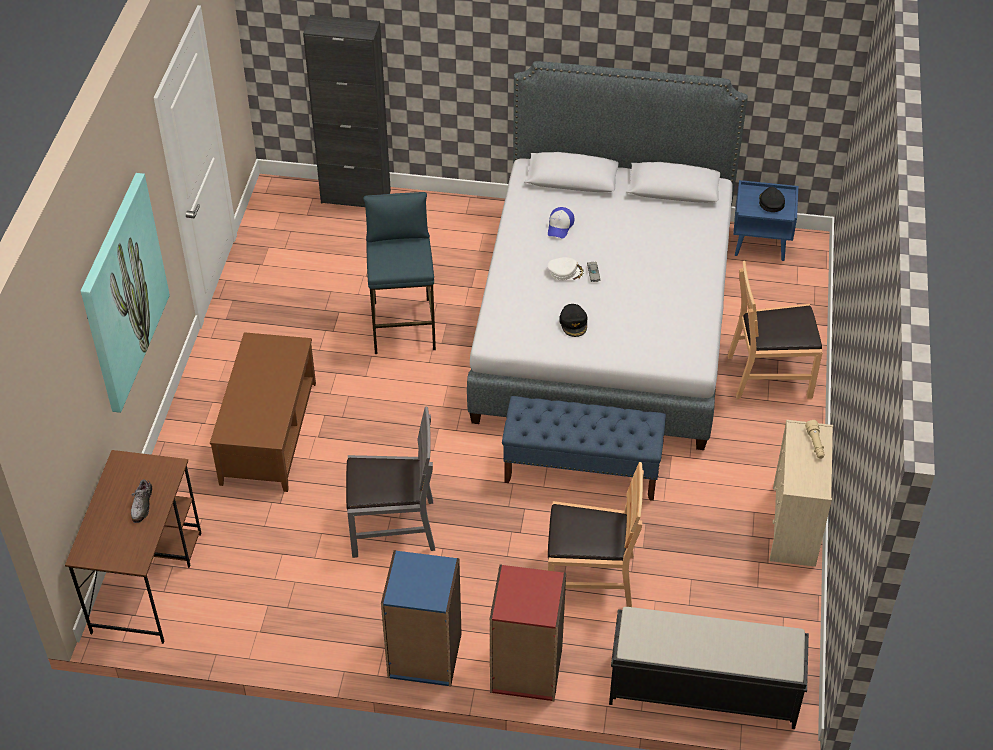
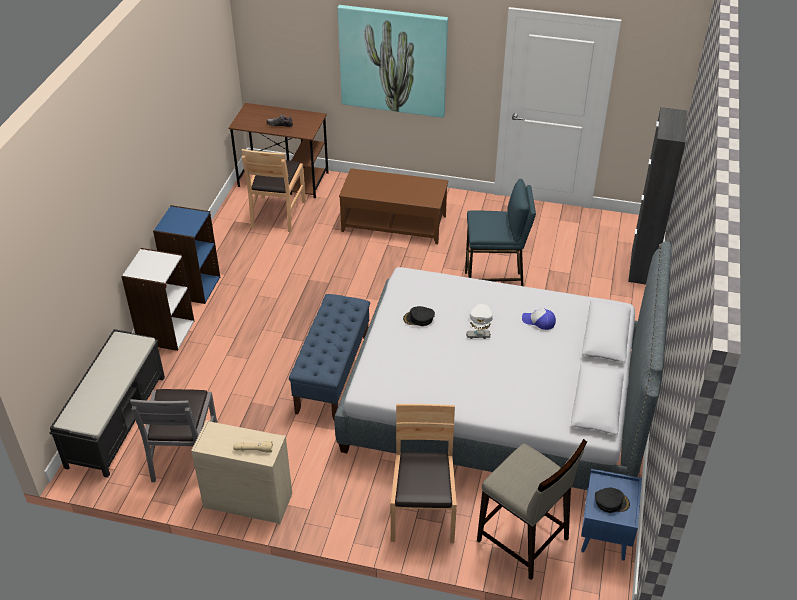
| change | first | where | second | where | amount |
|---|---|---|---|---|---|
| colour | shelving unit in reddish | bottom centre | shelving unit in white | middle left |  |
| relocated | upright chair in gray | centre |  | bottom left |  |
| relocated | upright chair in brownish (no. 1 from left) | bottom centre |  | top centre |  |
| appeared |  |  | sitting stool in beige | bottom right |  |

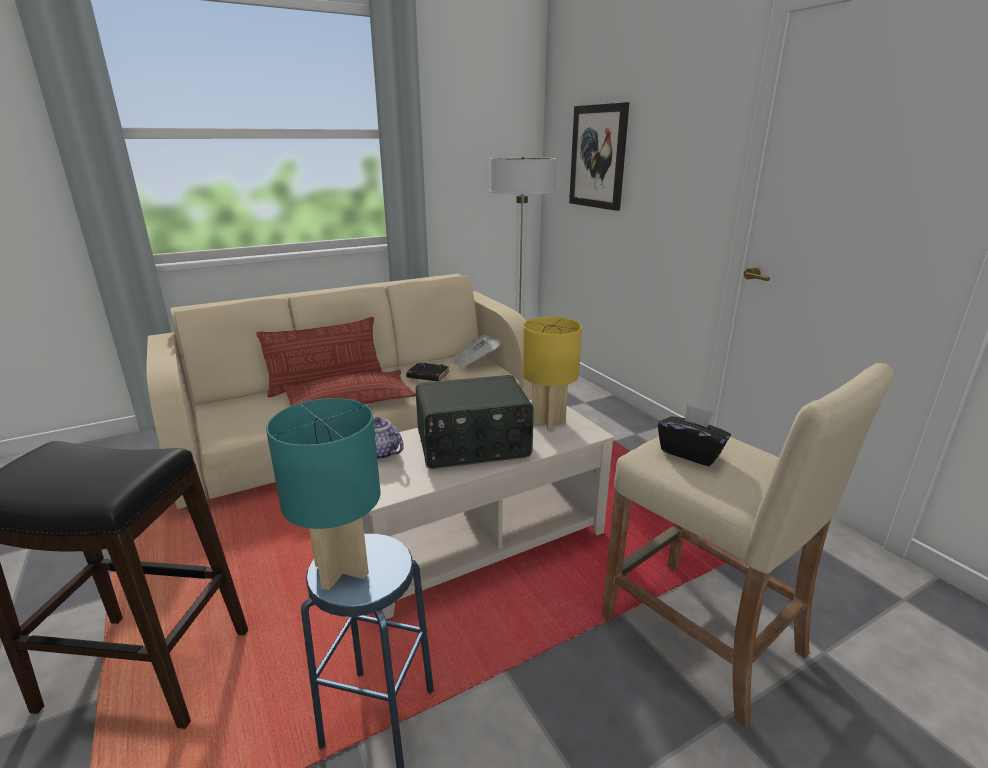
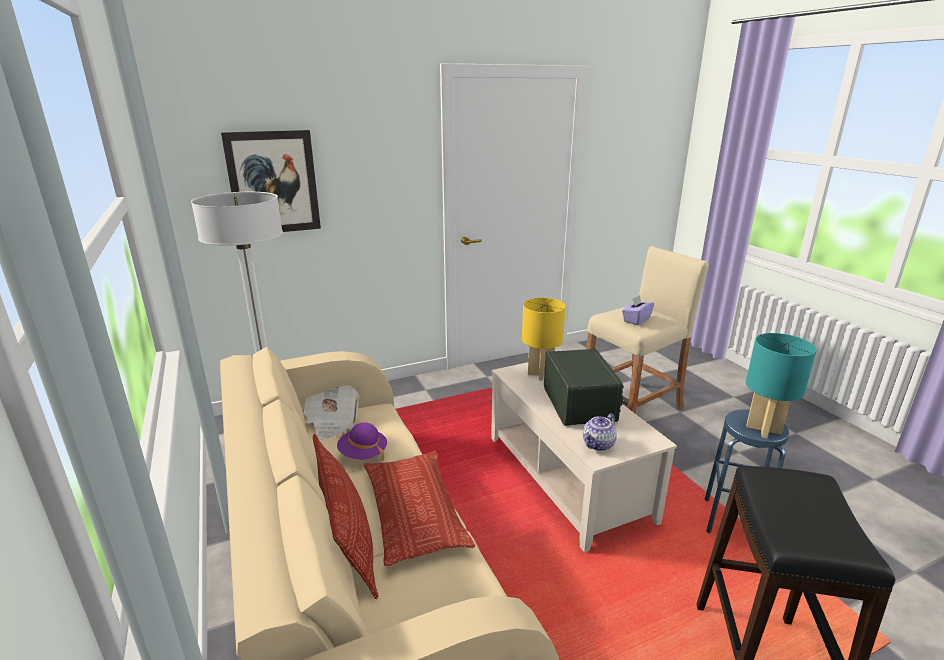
| change | first | where | second | where | amount |
|---|---|---|---|---|---|
| exchanged | volume in blackish | centre | hat in purple | bottom centre |  |
| colour | tissue holder in blackish | middle right | tissue holder in purple | middle right |  |

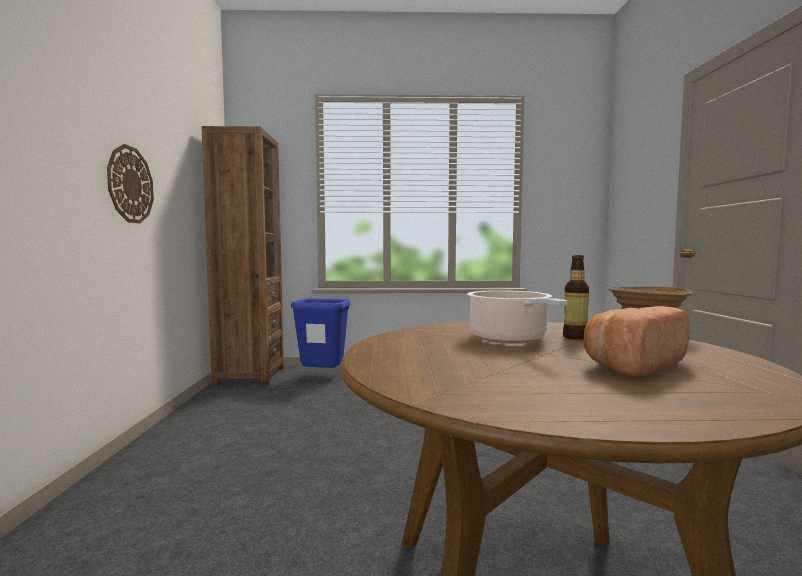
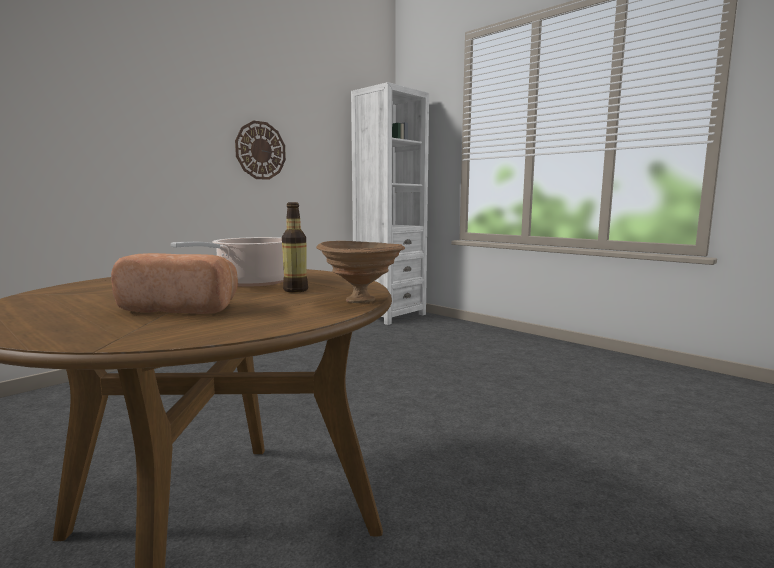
| change | first | where | second | where | amount |
|---|---|---|---|---|---|
| colour | shelving unit in brownish | middle left | shelving unit in white | centre |  |
| missing | trash can in blue-coloured | centre |  |  |  |

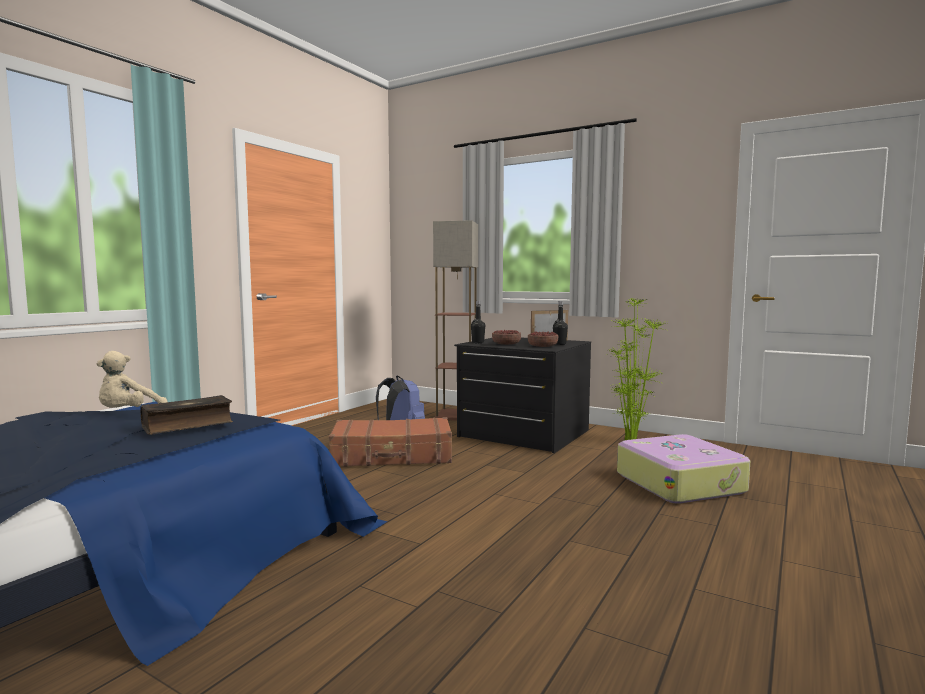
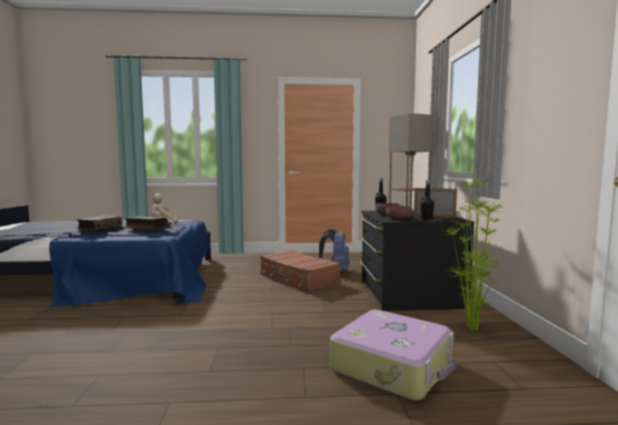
| change | first | where | second | where | amount |
|---|---|---|---|---|---|
| appeared |  |  | volume (no. 1 from left) | middle left |  |

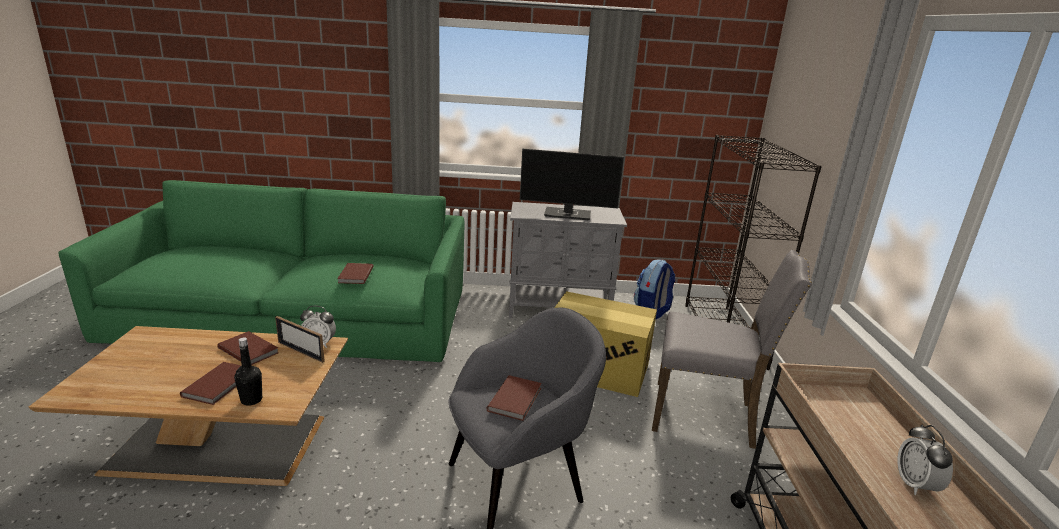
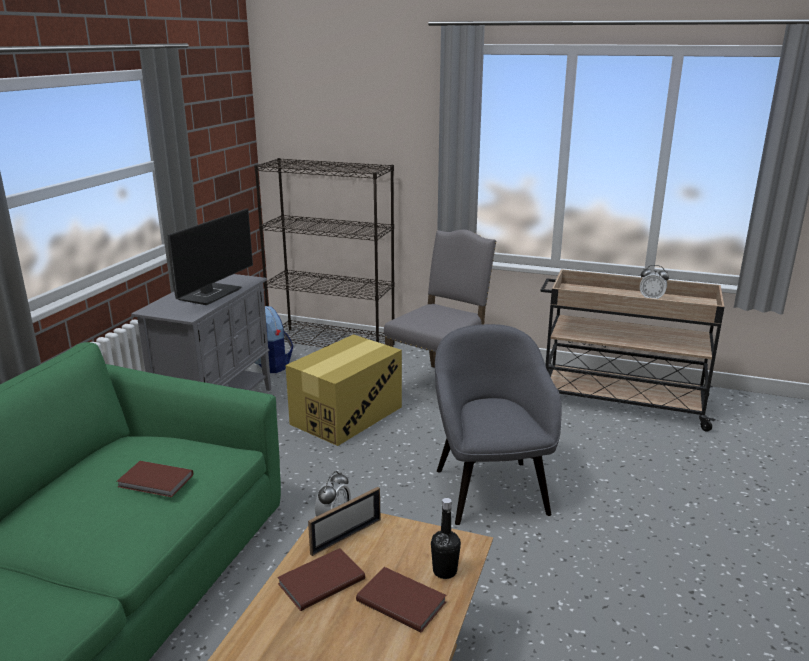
| change | first | where | second | where | amount |
|---|---|---|---|---|---|
| missing | volume in brownish (no. 4 from left) | bottom centre |  |  |  |

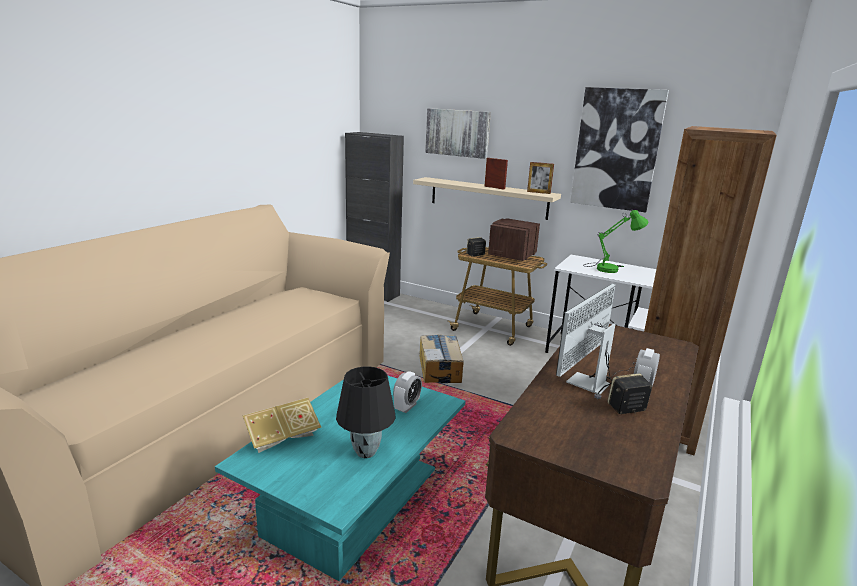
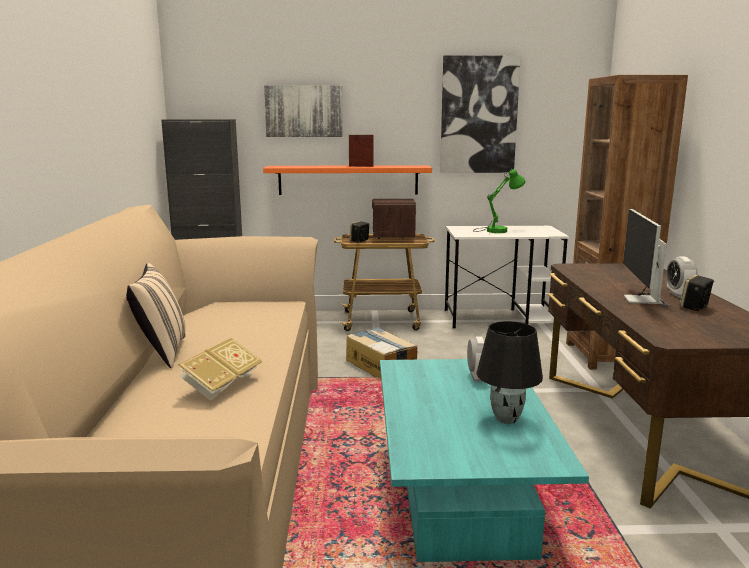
| change | first | where | second | where | amount |
|---|---|---|---|---|---|
| appeared |  |  | throw pillow in beige | middle left |  |
| relocated | volume | bottom left |  | middle left |  |
| colour | bracket shelf in beige | centre | bracket shelf in orange-coloured | top centre |  |
| missing | picture frame (no. 2 from left) | top centre |  |  |  |

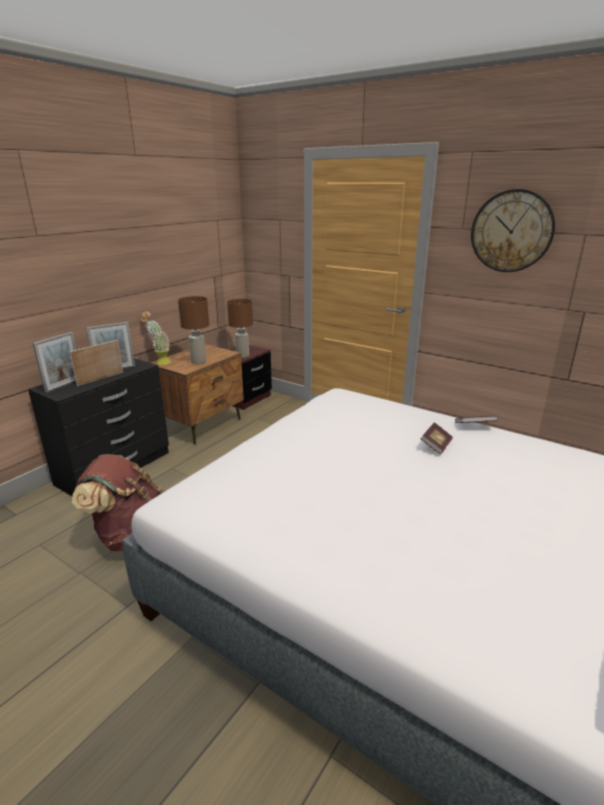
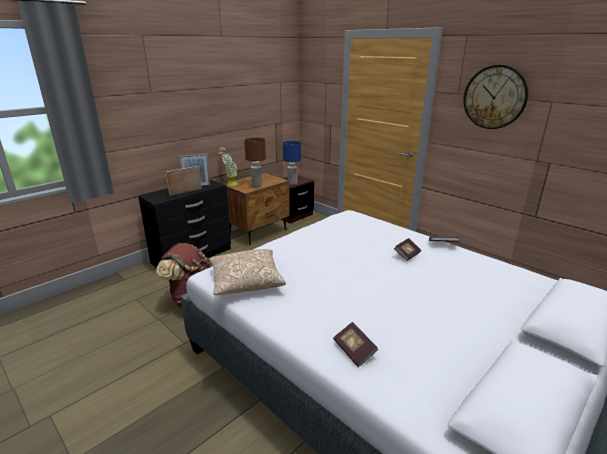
| change | first | where | second | where | amount |
|---|---|---|---|---|---|
| appeared |  |  | throw pillow | centre |  |
| colour | lamp for a table in brownish (no. 2 from left) | centre | lamp for a table in blue-coloured | centre |  |
| appeared |  |  | volume (no. 1 from left) | bottom centre |  |
| missing | picture frame (no. 1 from left) | middle left |  |  |  |

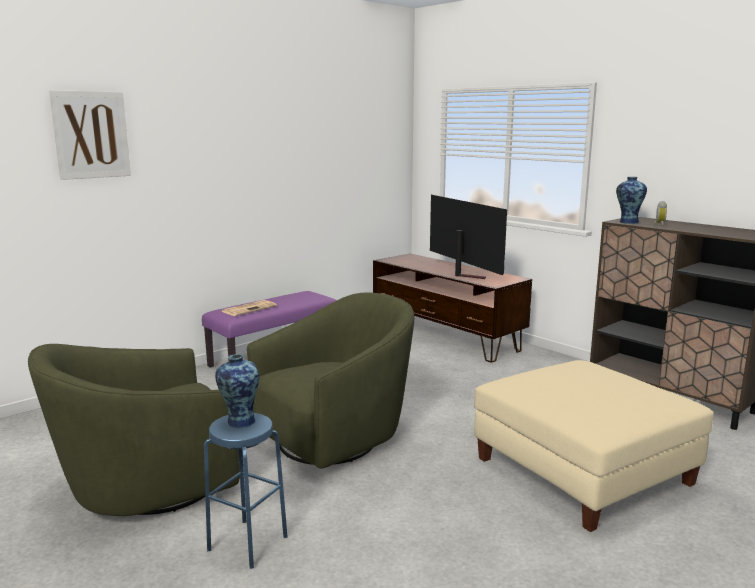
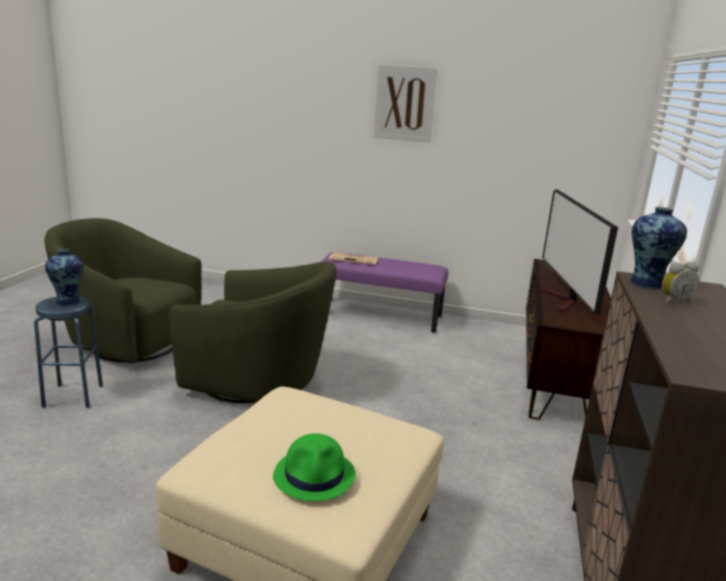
| change | first | where | second | where | amount |
|---|---|---|---|---|---|
| appeared |  |  | hat in green | bottom centre |  |
| relocated | picture | top left |  | top centre |  |
| spun | TV | centre |  | middle right | 150 degrees clockwise |

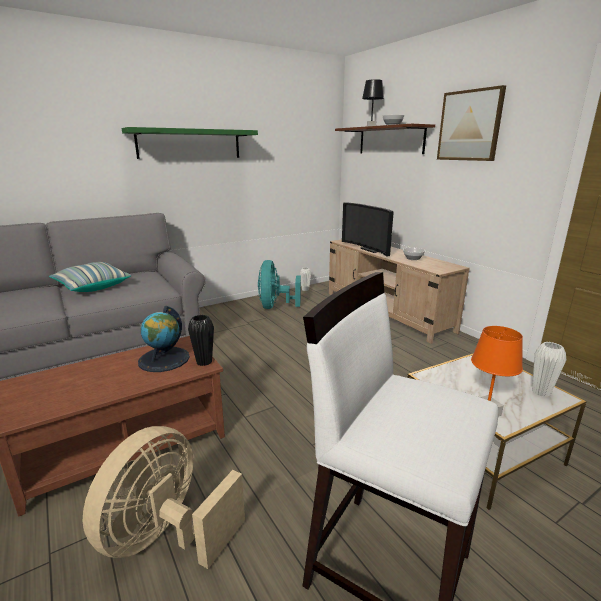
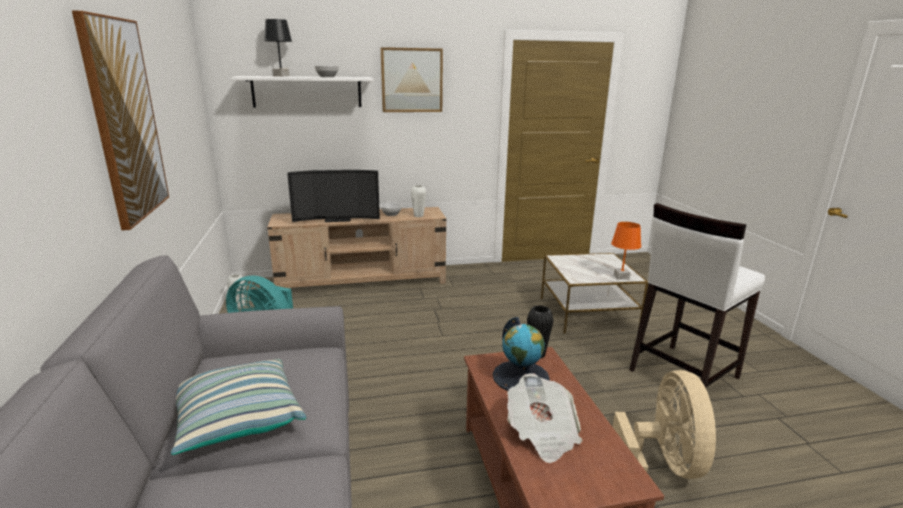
| change | first | where | second | where | amount |
|---|---|---|---|---|---|
| exchanged | bracket shelf in green | top left | picture (no. 1 from left) | top left |  |
| colour | bracket shelf in brownish | top centre | bracket shelf in white | top centre |  |
| relocated | decorative vase in white (no. 2 from left) | middle right |  | centre |  |
| appeared |  |  | daily paper | bottom centre |  |
| spun | fan in beige | bottom left |  | bottom right | 135 degrees counterclockwise |

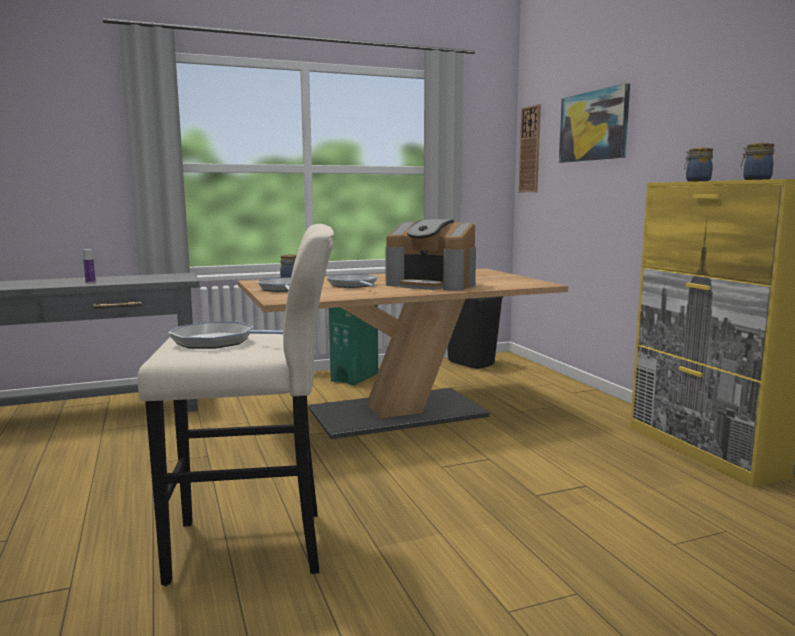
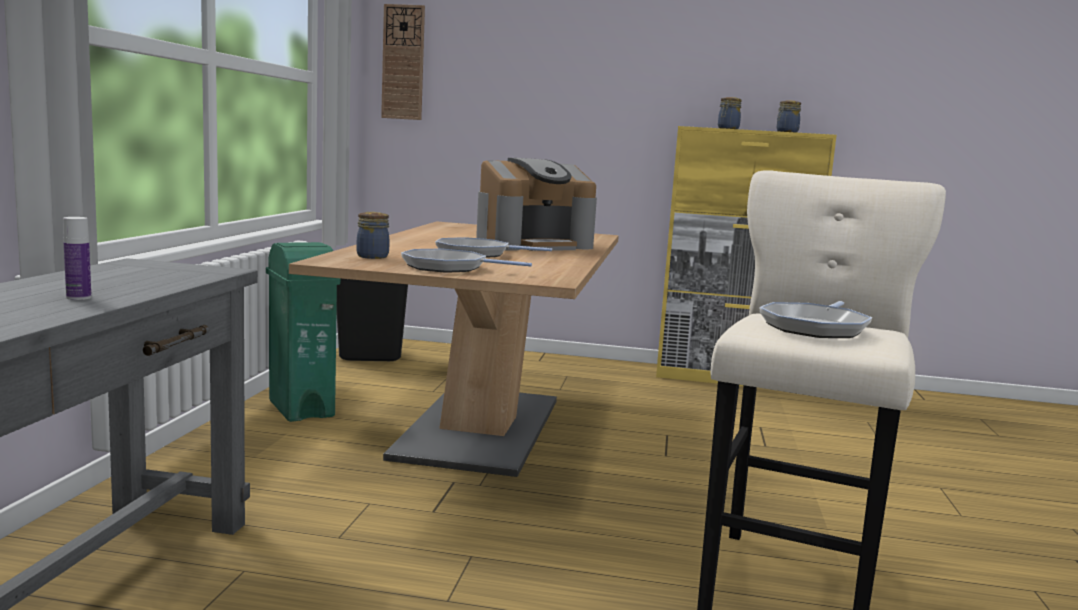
| change | first | where | second | where | amount |
|---|---|---|---|---|---|
| missing | picture | top right |  |  |  |

